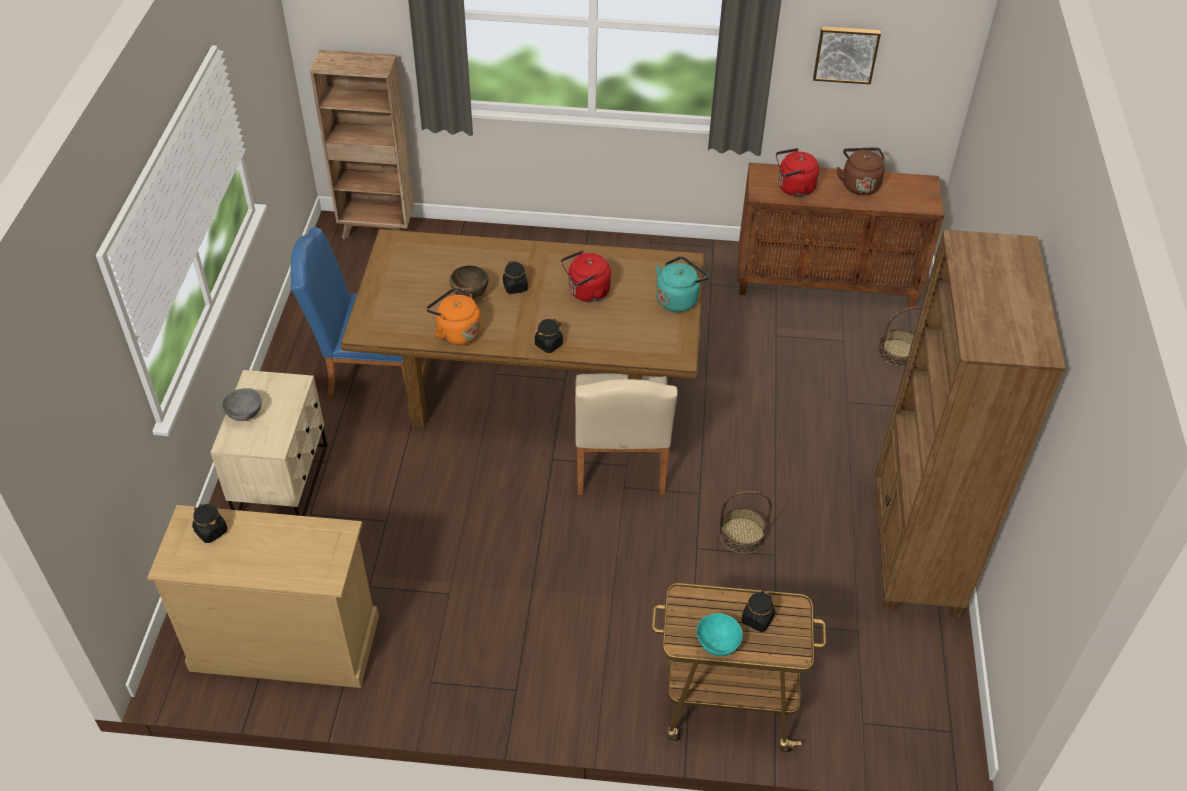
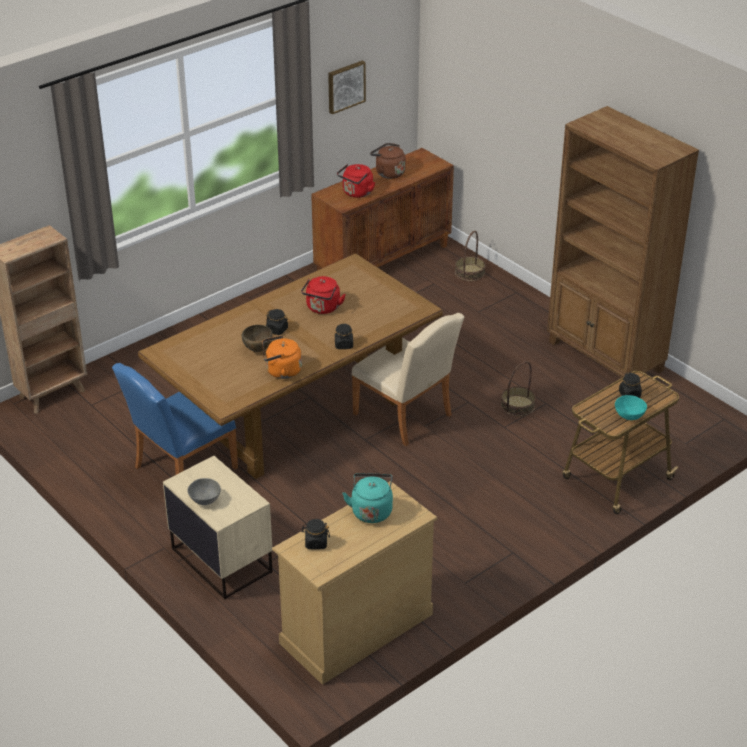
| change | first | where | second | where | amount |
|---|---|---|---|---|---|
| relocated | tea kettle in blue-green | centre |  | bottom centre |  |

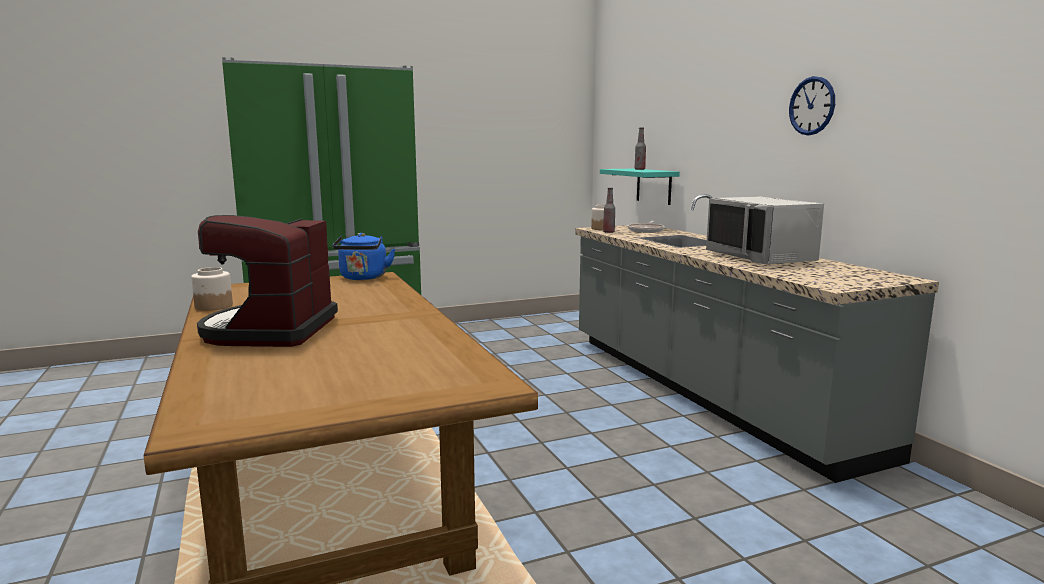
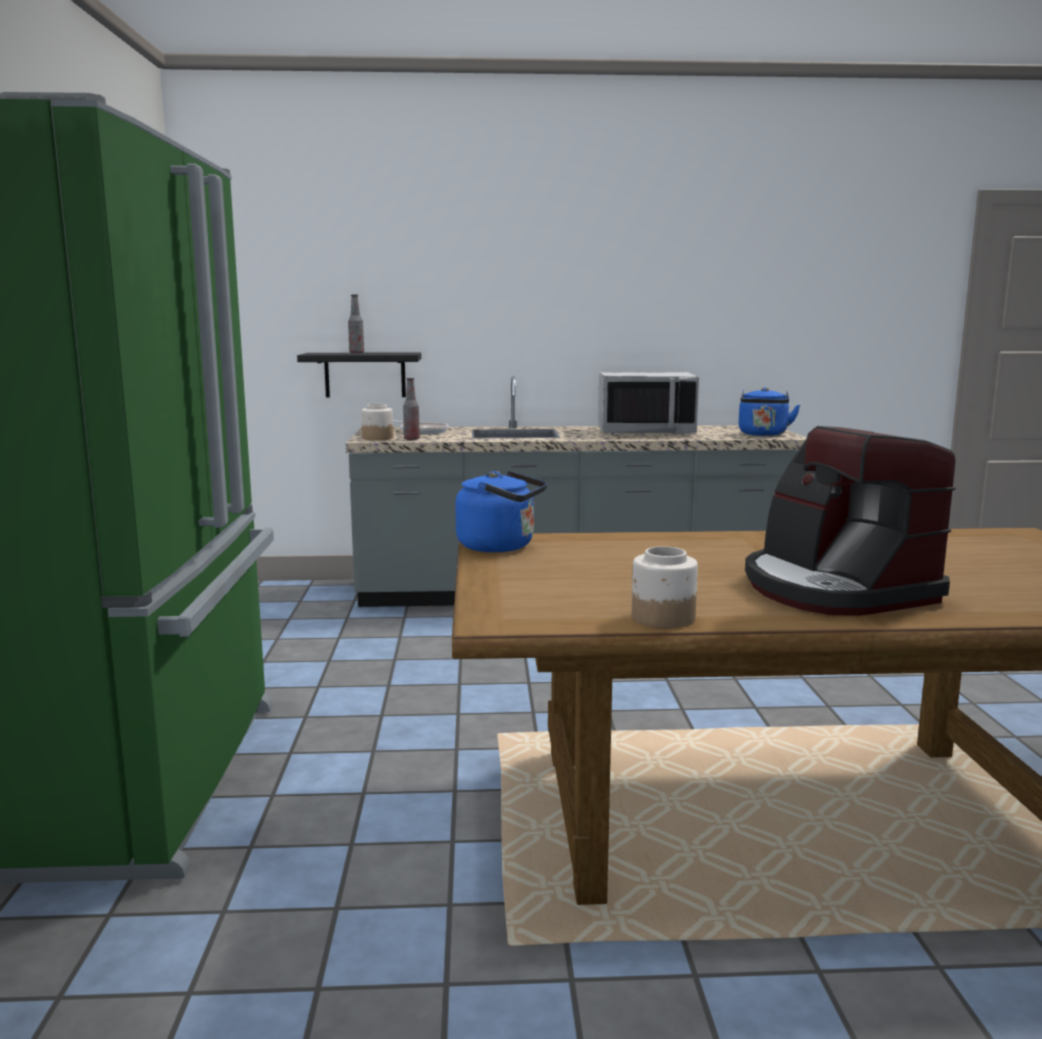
| change | first | where | second | where | amount |
|---|---|---|---|---|---|
| colour | bracket shelf in blue-green | top centre | bracket shelf in blackish | centre |  |
| appeared |  |  | tea kettle in blue-coloured (no. 2 from left) | middle right |  |
| spun | coffee brewer | middle left |  | middle right | 45 degrees clockwise |
| missing | hanging clock | top right |  |  |  |

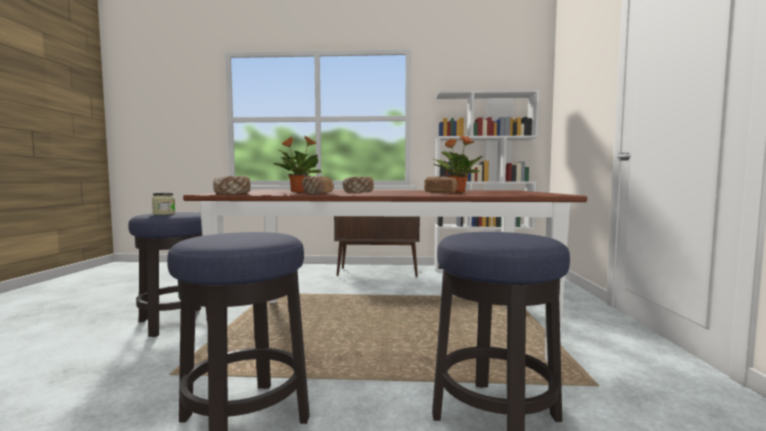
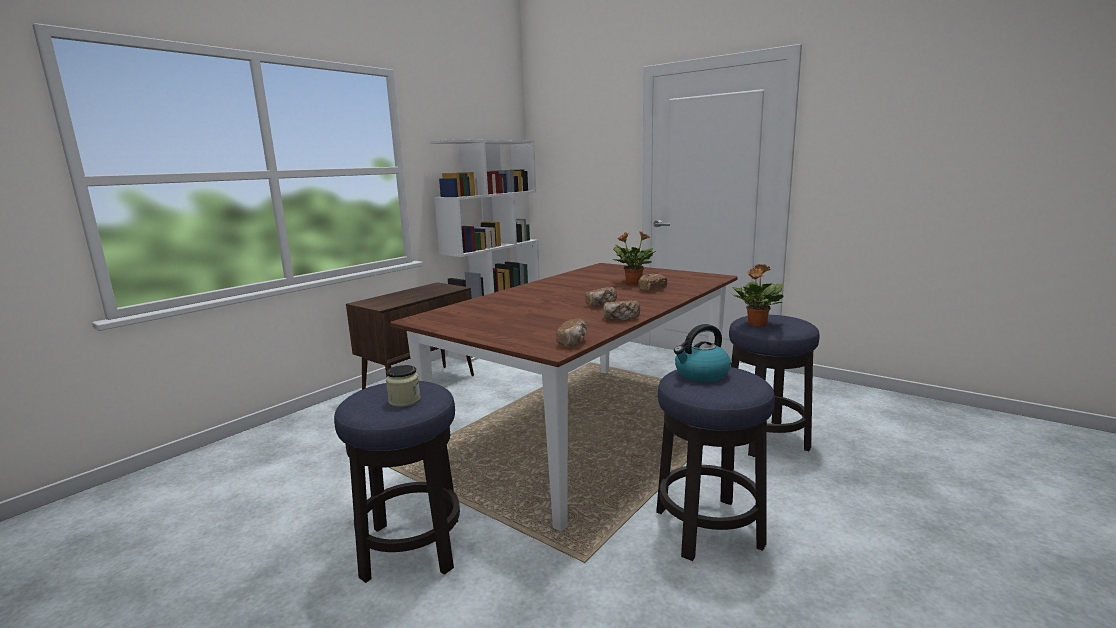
| change | first | where | second | where | amount |
|---|---|---|---|---|---|
| appeared |  |  | tea kettle | centre |  |
| relocated | potted plant (no. 1 from left in the first image) | centre | potted plant (no. 2 from left) | middle right |  |

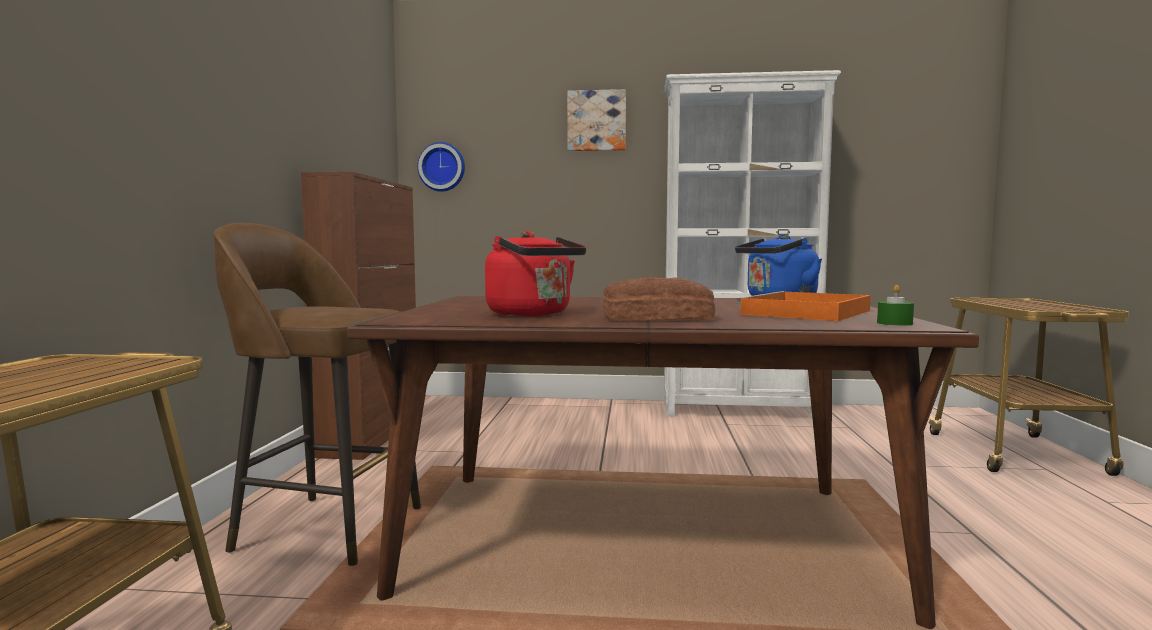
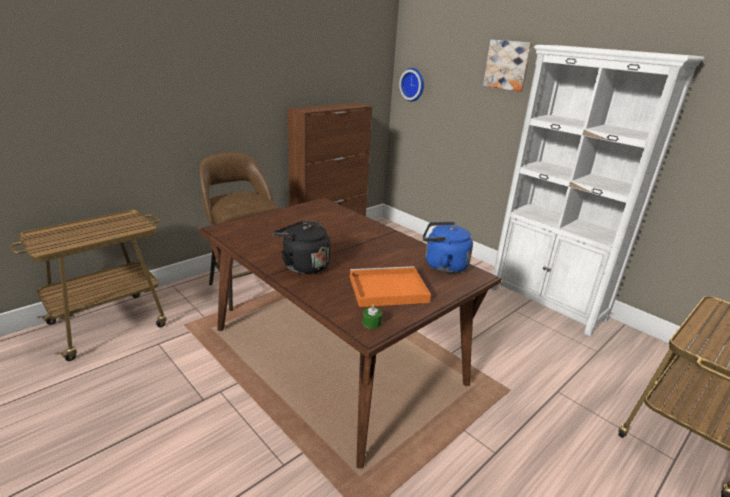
| change | first | where | second | where | amount |
|---|---|---|---|---|---|
| exchanged | bread | centre | tea kettle in blackish | centre |  |
| missing | tea kettle in reddish | centre |  |  |  |

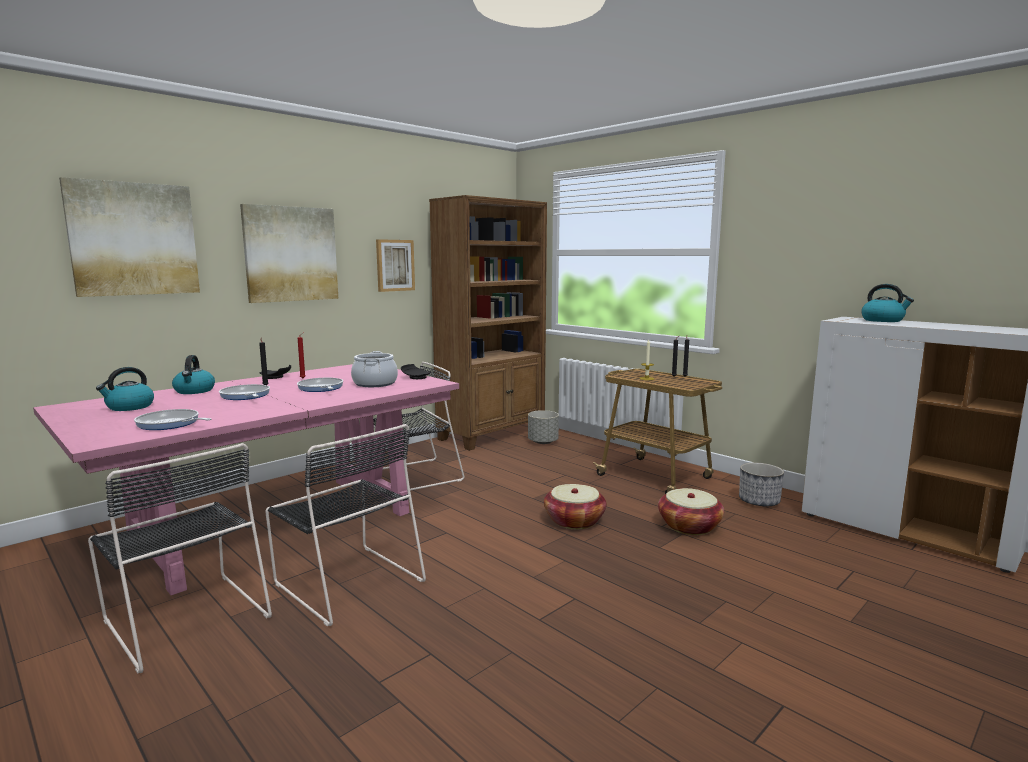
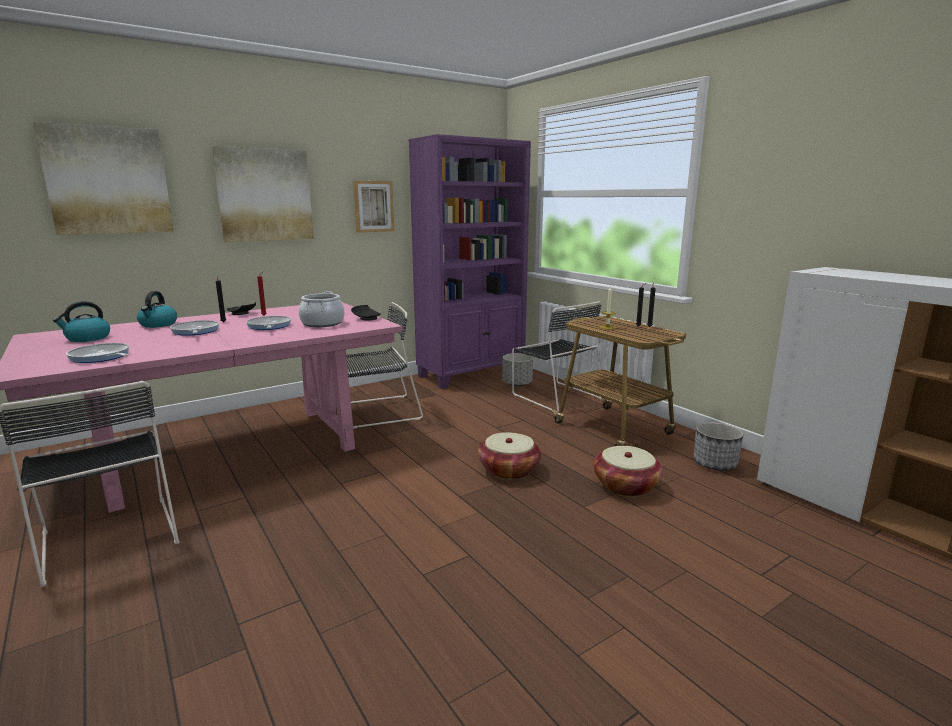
| change | first | where | second | where | amount |
|---|---|---|---|---|---|
| colour | shelving unit in brownish | centre | shelving unit in purple | centre |  |
| relocated | upright chair in blackish (no. 2 from left in the first image) | bottom centre | upright chair in blackish (no. 3 from left) | centre |  |
| missing | tea kettle (no. 3 from left) | middle right |  |  |  |

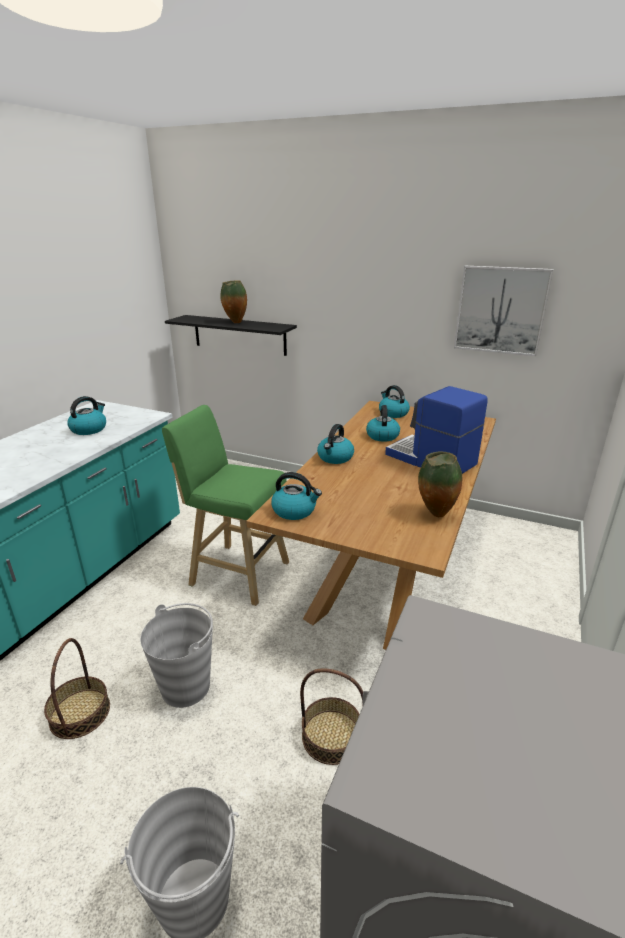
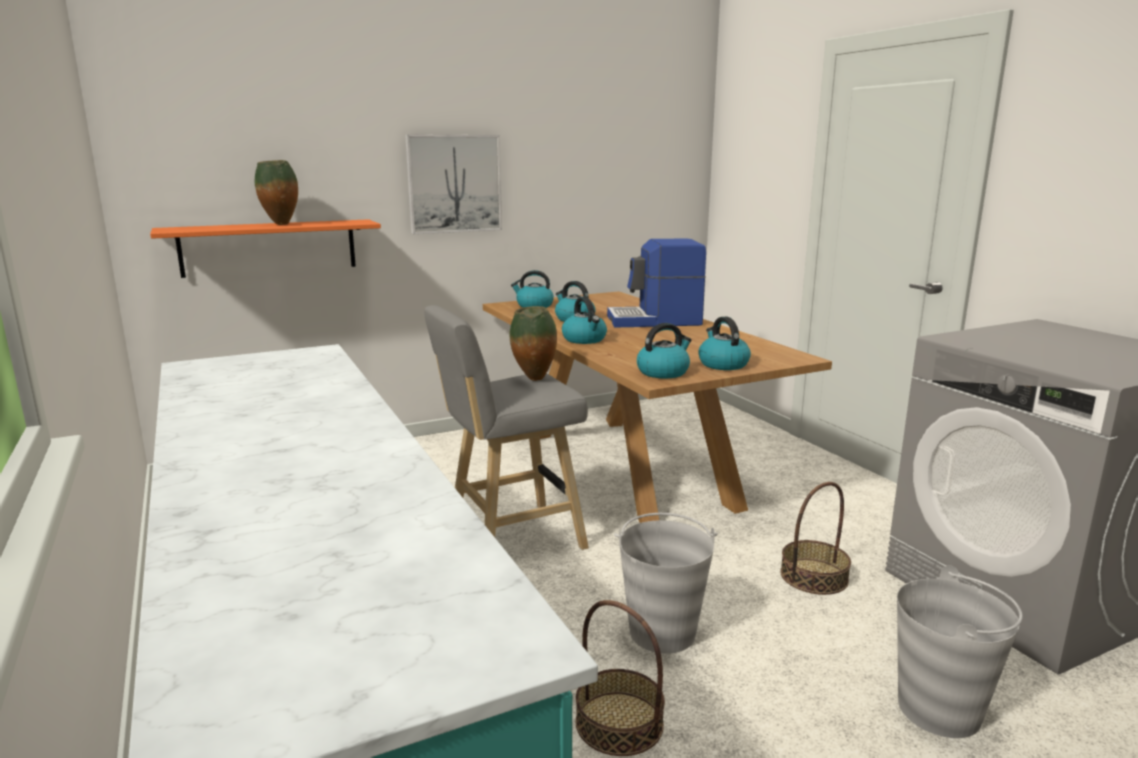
| change | first | where | second | where | amount |
|---|---|---|---|---|---|
| colour | bracket shelf in blackish | centre | bracket shelf in orange-coloured | top left |  |
| relocated | picture | top right |  | top centre |  |
| colour | sitting stool in green | centre | sitting stool in gray | centre |  |
| relocated | decorative vase (no. 2 from left) | middle right |  | centre |  |
| relocated | tea kettle (no. 1 from left in the first image) | middle left | tea kettle (no. 5 from left) | centre |  |

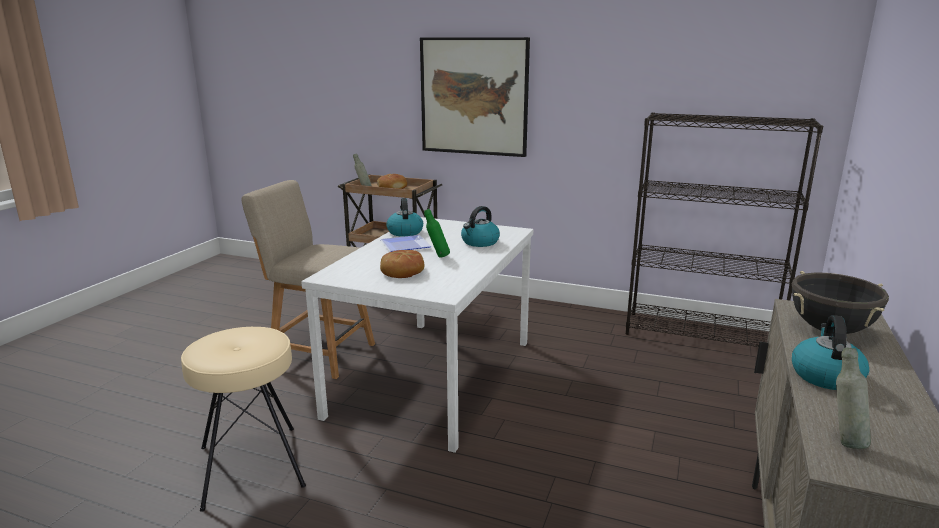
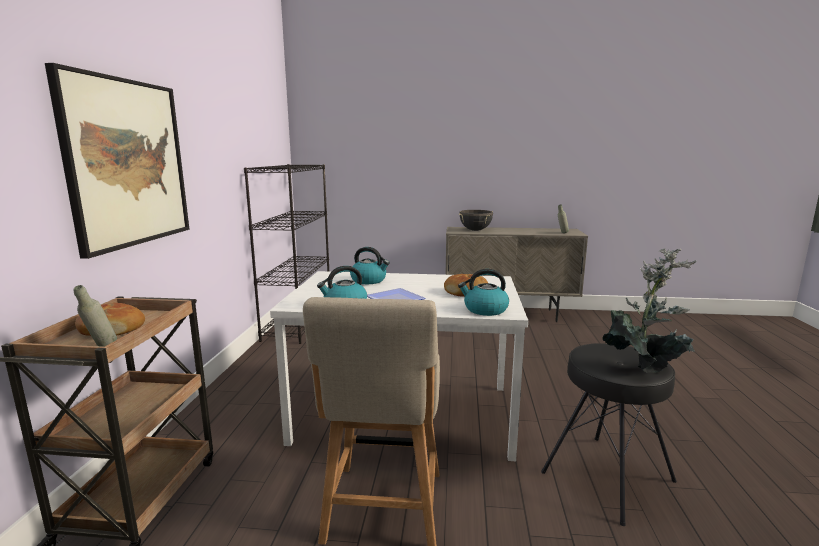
| change | first | where | second | where | amount |
|---|---|---|---|---|---|
| relocated | tea kettle (no. 3 from left) | bottom right |  | centre |  |
| colour | sitting stool in beige | bottom left | sitting stool in blackish | bottom right |  |
| appeared |  |  | potted plant | middle right |  |
| missing | beverage bottle in green | centre |  |  |  |

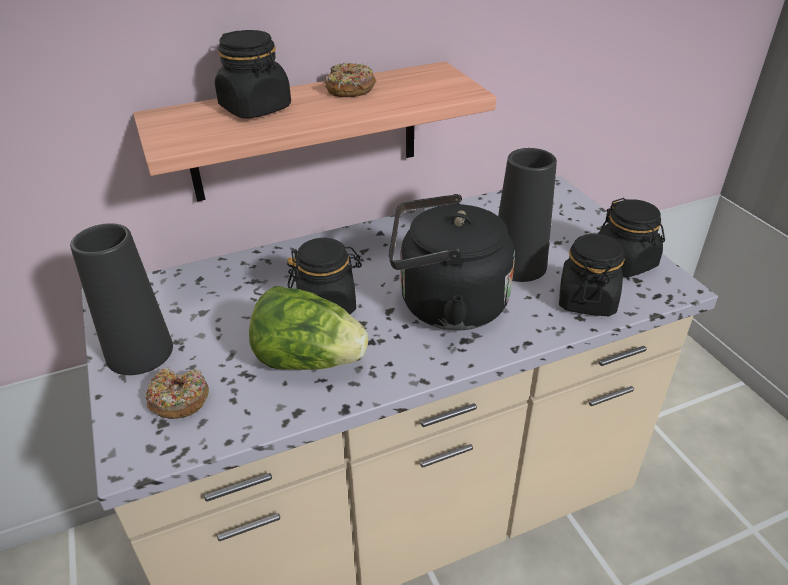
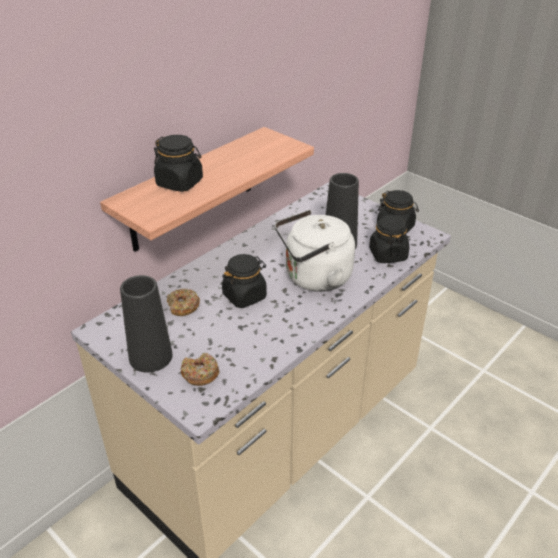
| change | first | where | second | where | amount |
|---|---|---|---|---|---|
| relocated | doughnut (no. 2 from left in the first image) | top centre | doughnut (no. 1 from left) | middle left |  |
| colour | tea kettle in blackish | centre | tea kettle in white | centre |  |
| missing | lettuce | centre |  |  |  |

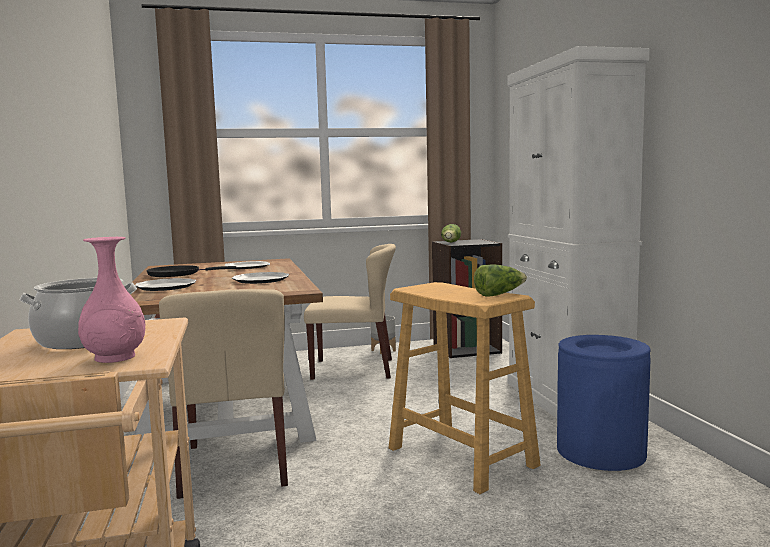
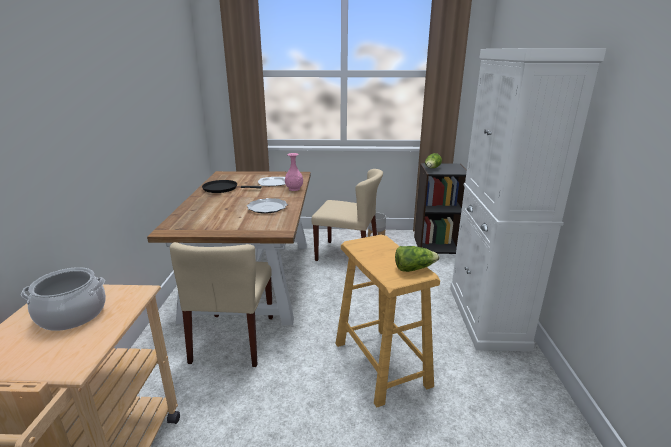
| change | first | where | second | where | amount |
|---|---|---|---|---|---|
| relocated | decorative vase in pinkish | middle left |  | centre |  |
| missing | flat dish (no. 1 from left) | middle left |  |  |  |
| missing | trash can in blue-coloured | bottom right |  |  |  |

